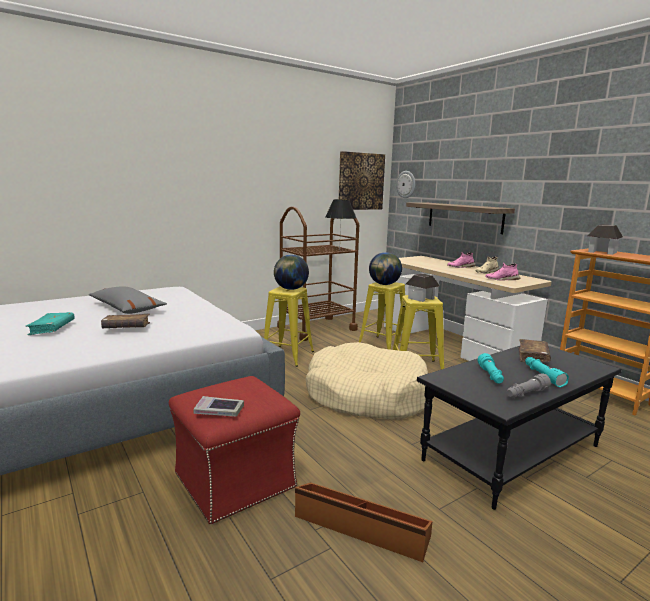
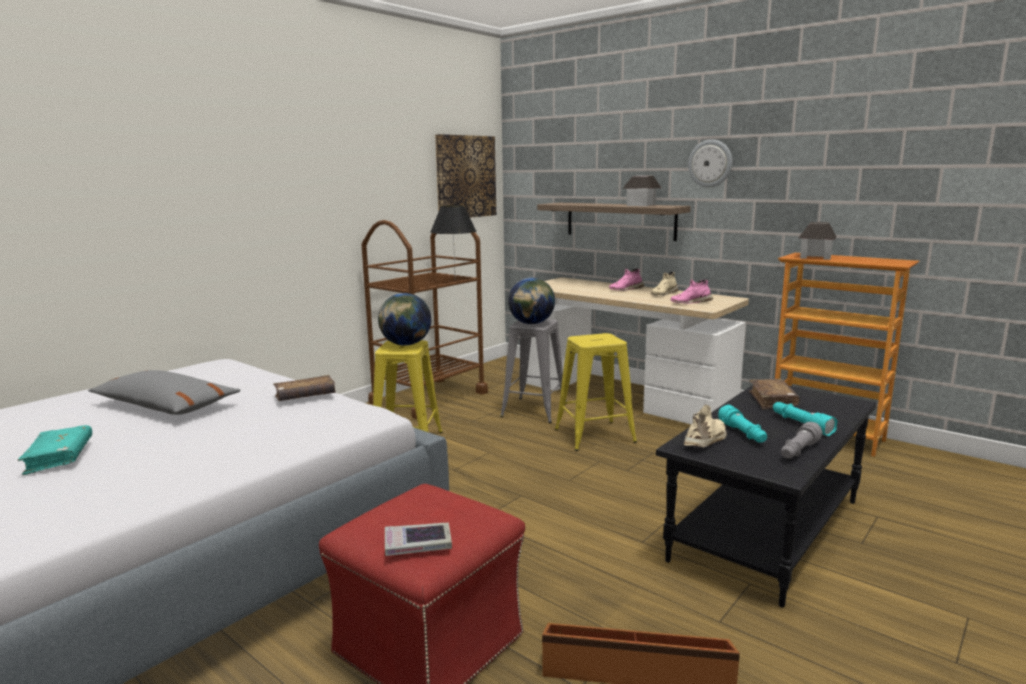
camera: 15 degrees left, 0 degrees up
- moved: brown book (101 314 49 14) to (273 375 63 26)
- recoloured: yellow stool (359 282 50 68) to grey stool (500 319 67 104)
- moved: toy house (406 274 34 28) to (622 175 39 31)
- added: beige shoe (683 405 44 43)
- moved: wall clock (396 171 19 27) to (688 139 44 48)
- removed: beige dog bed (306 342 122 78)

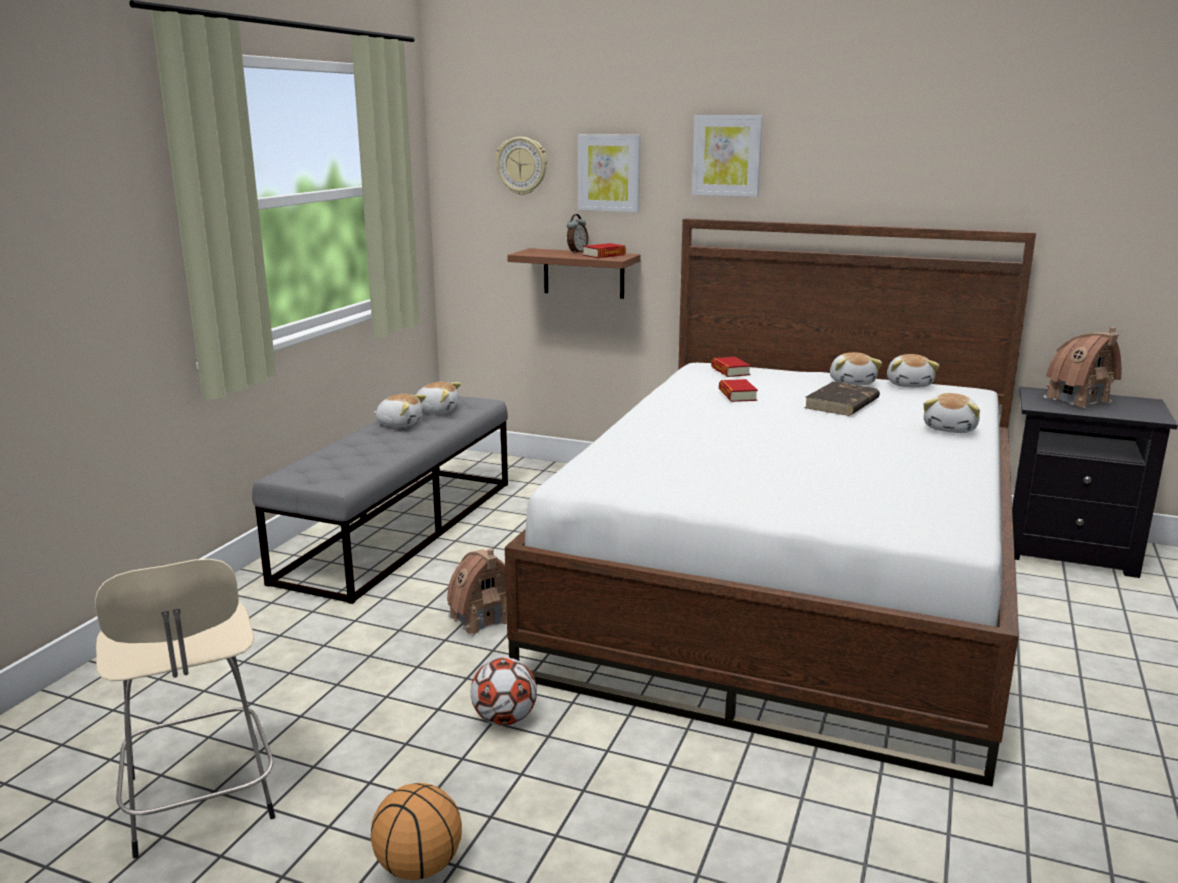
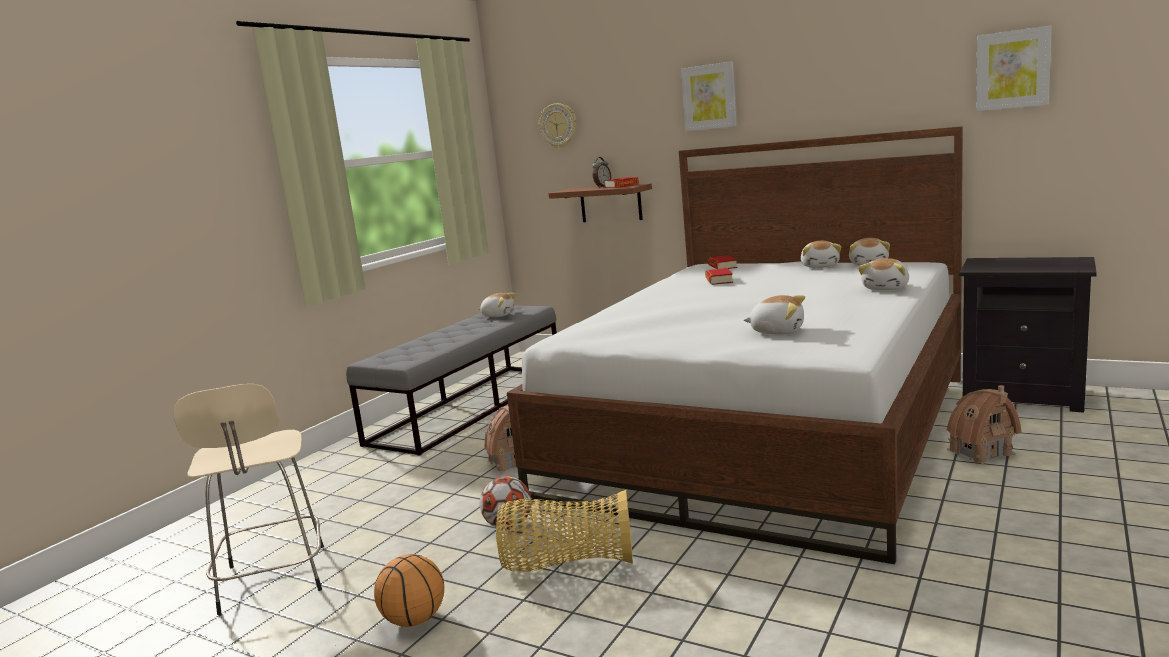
camera: 10 degrees right, 5 degrees down
- added: basket (496 490 137 82)
- moved: plush toy (373 394 53 33) to (743 295 62 40)
- moved: toy house (1043 327 79 81) to (947 385 75 80)
- moved: picture (578 134 63 78) to (976 26 75 86)
- removed: brown book (805 381 75 35)

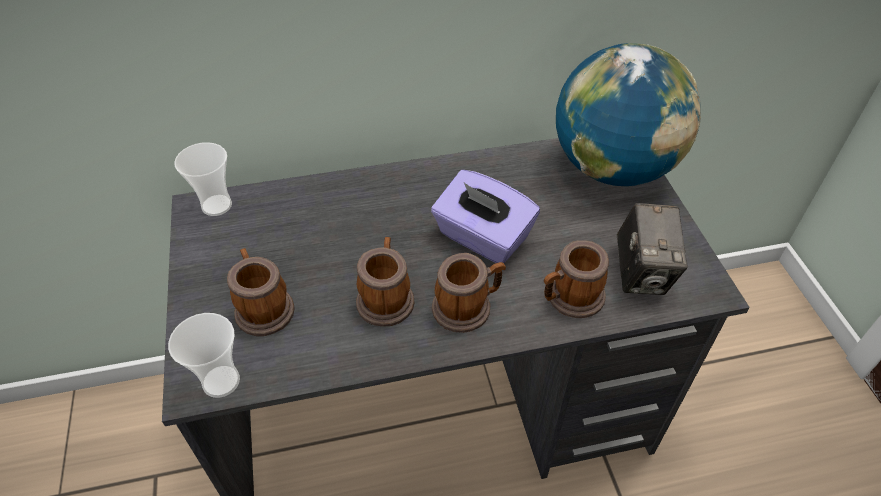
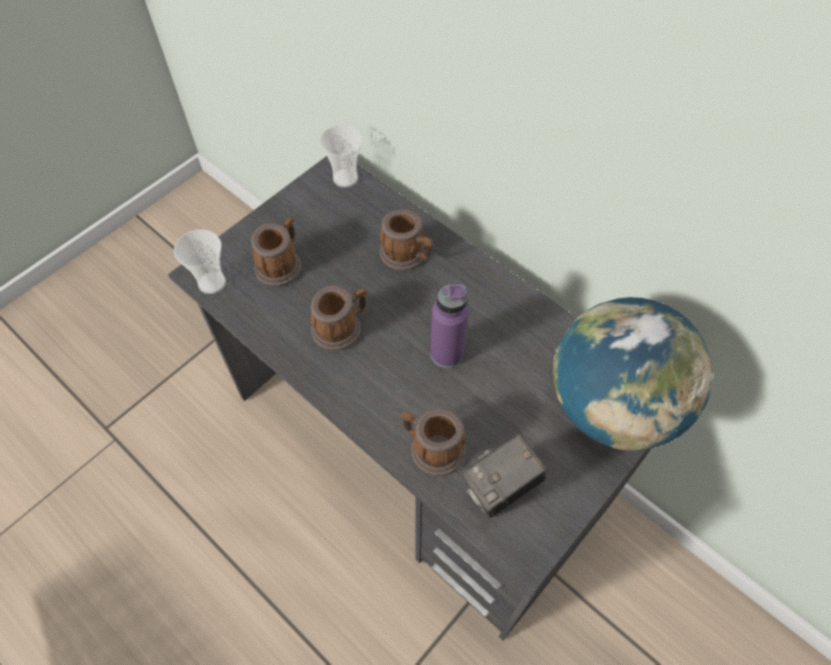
camera: 55 degrees right, 10 degrees up
- moved: mug (432 253 74 80) to (380 209 53 62)
- replaced: purple tissue box (431 170 109 93) to purple bottle (430 284 38 84)

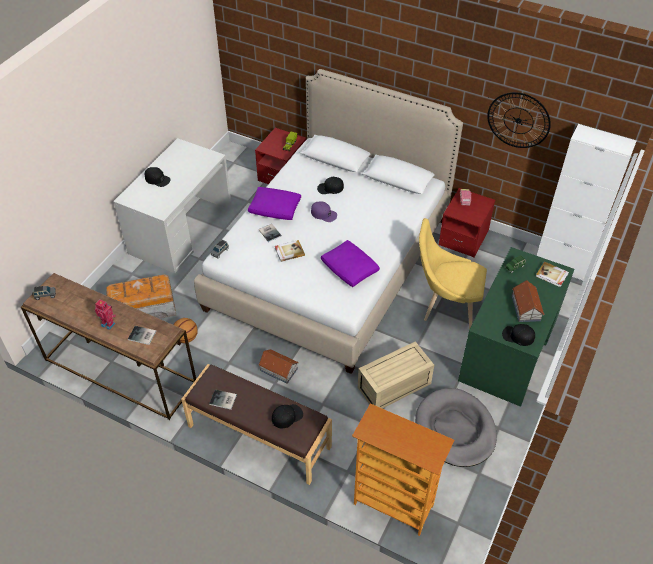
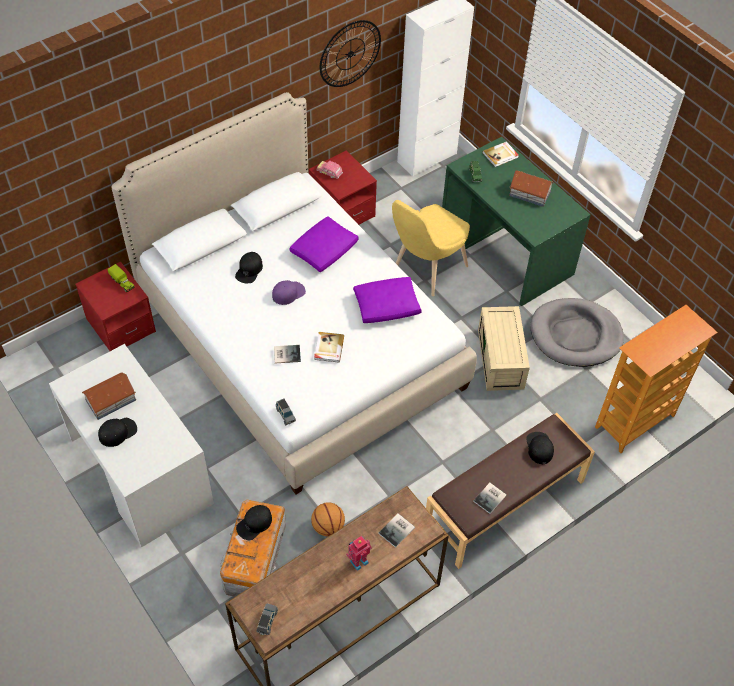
camera: 65 degrees left, 5 degrees up
- moved: toy house (258 349 41 35) to (82 372 54 48)
- moved: black cap (502 324 33 22) to (236 505 36 35)
- moved: purple pillow (248 187 53 33) to (289 217 70 55)

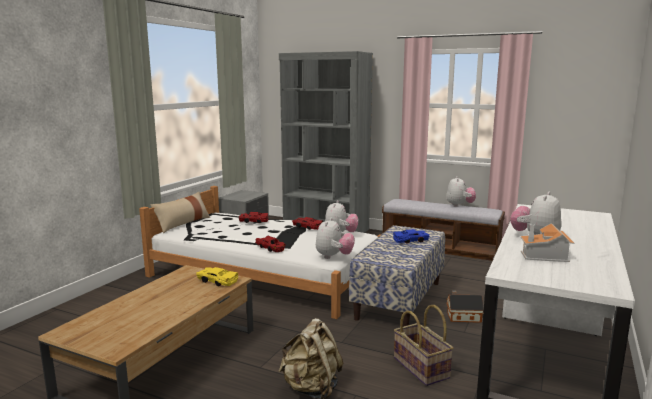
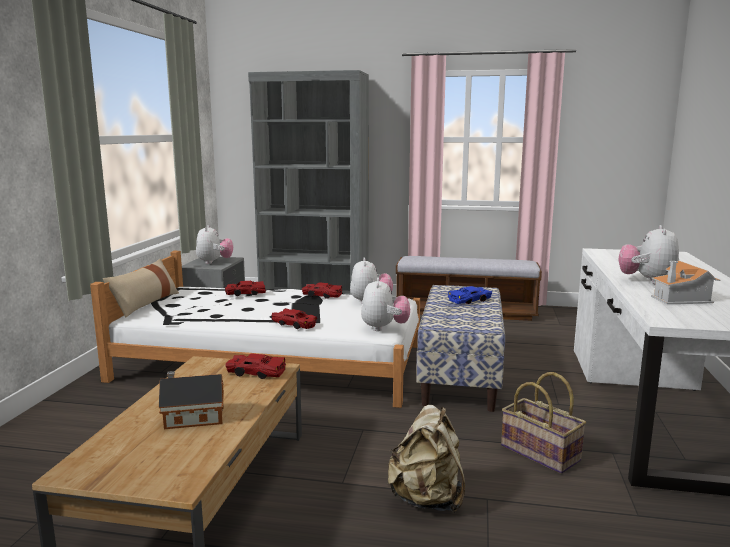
camera: 15 degrees left, 0 degrees up
- moved: toy house (446 291 38 32) to (159 371 65 58)
- moved: plush toy (446 176 30 31) to (196 225 37 39)
- recoloured: yellow toy car (196 267 42 19) to red toy car (226 353 60 26)

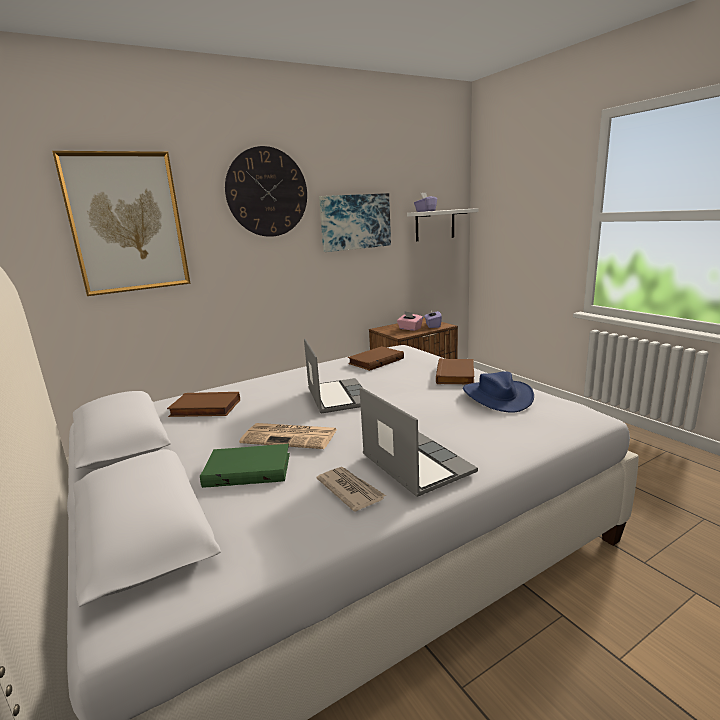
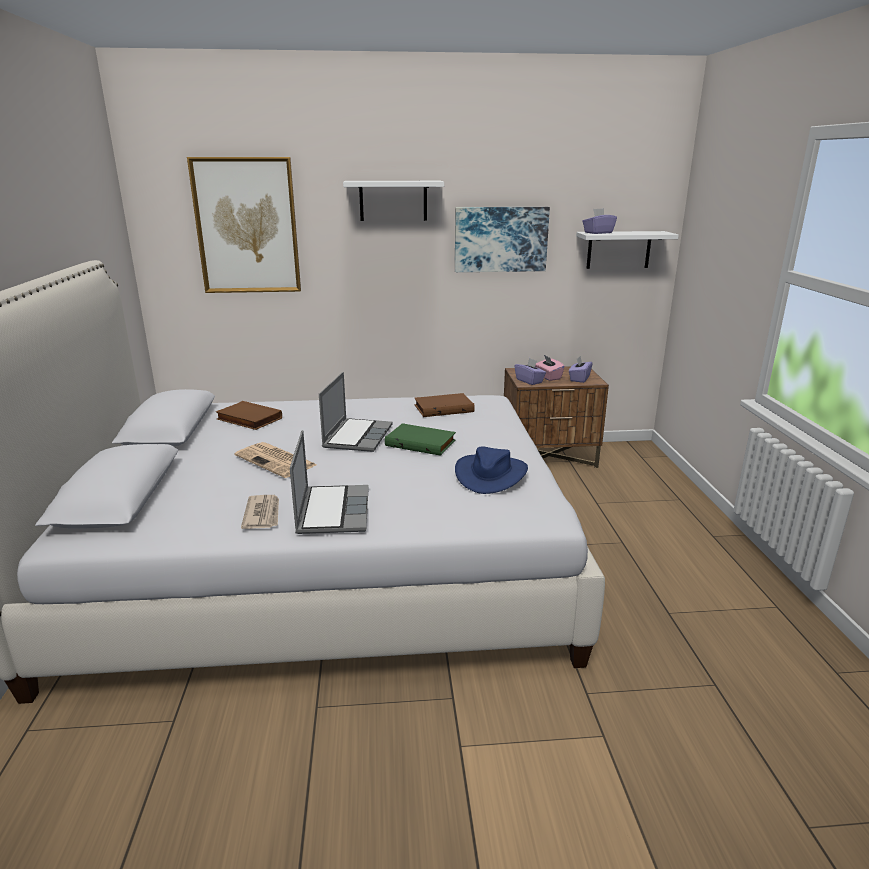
camera: 25 degrees right, 5 degrees up
- replaced: wall clock (225 146 82 91) to white shelf (343 181 101 40)
- moved: green book (200 444 90 44) to (385 423 71 33)
- added: purple tissue box (514 358 32 27)
- removed: brown book (436 358 38 26)

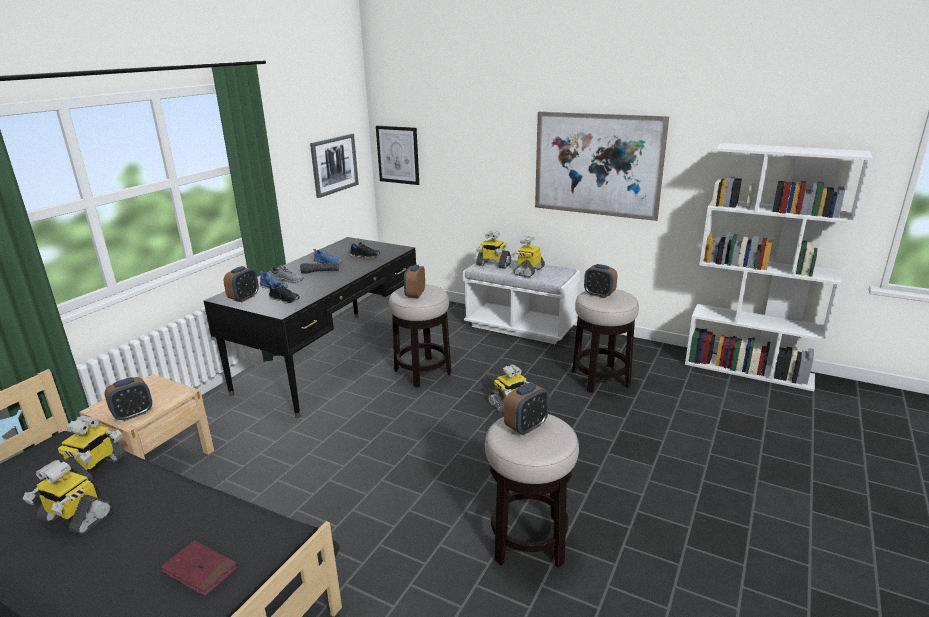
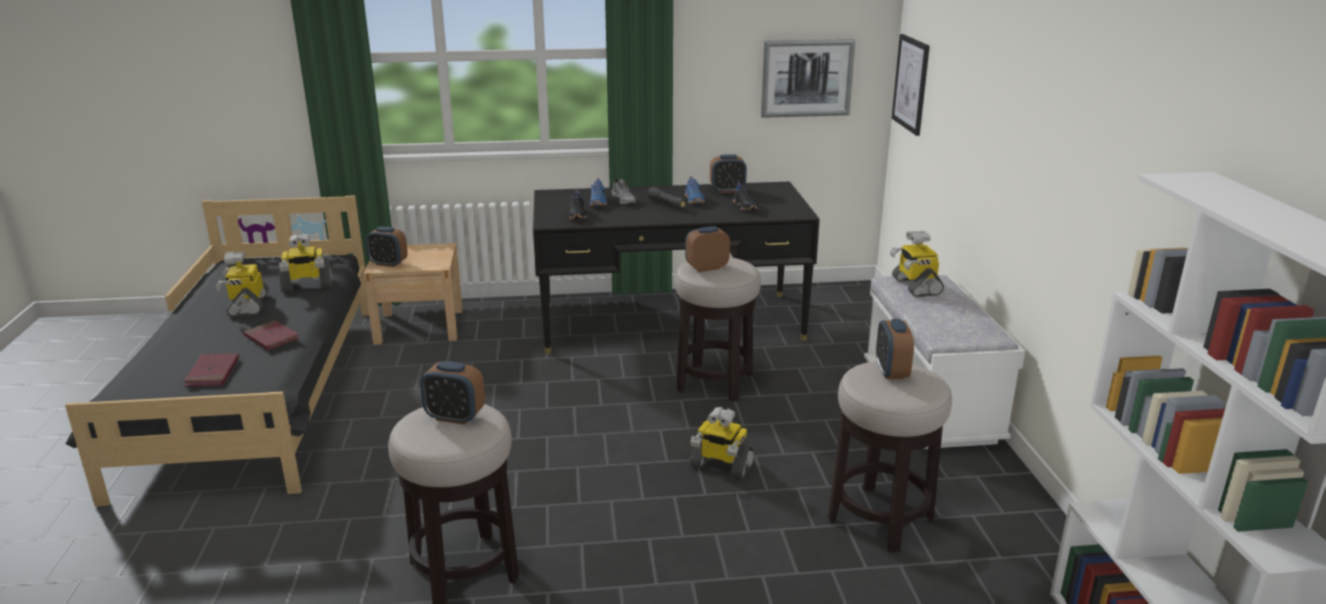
camera: 55 degrees right, 0 degrees up
- added: red book (243 320 57 30)
- moved: alarm clock (224 266 35 36) to (710 154 37 39)
- removed: toy robot (511 236 34 41)
- removed: picture (535 112 134 109)

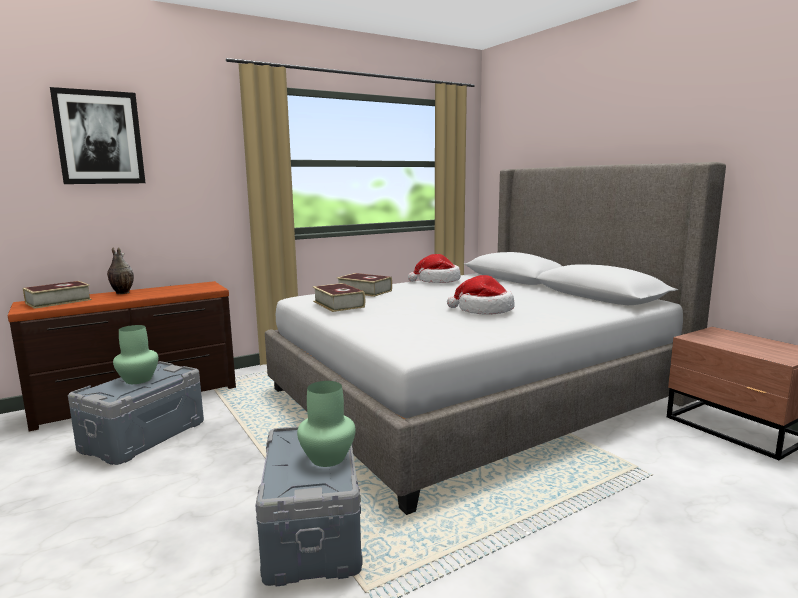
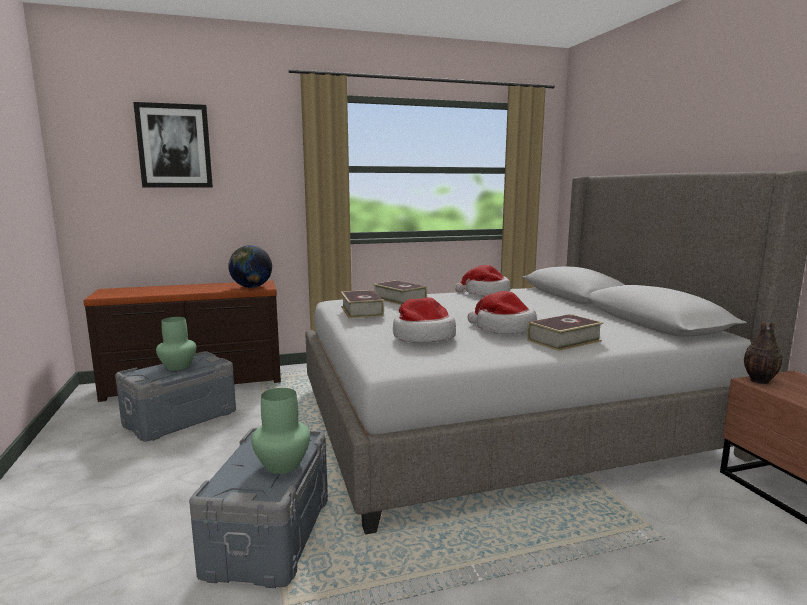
camera: 15 degrees right, 0 degrees up
- added: globe (228 245 44 43)
- added: hat (393 297 63 46)
- moved: book (23 281 69 28) to (527 314 76 37)
- moved: vase (107 247 27 47) to (744 320 39 64)

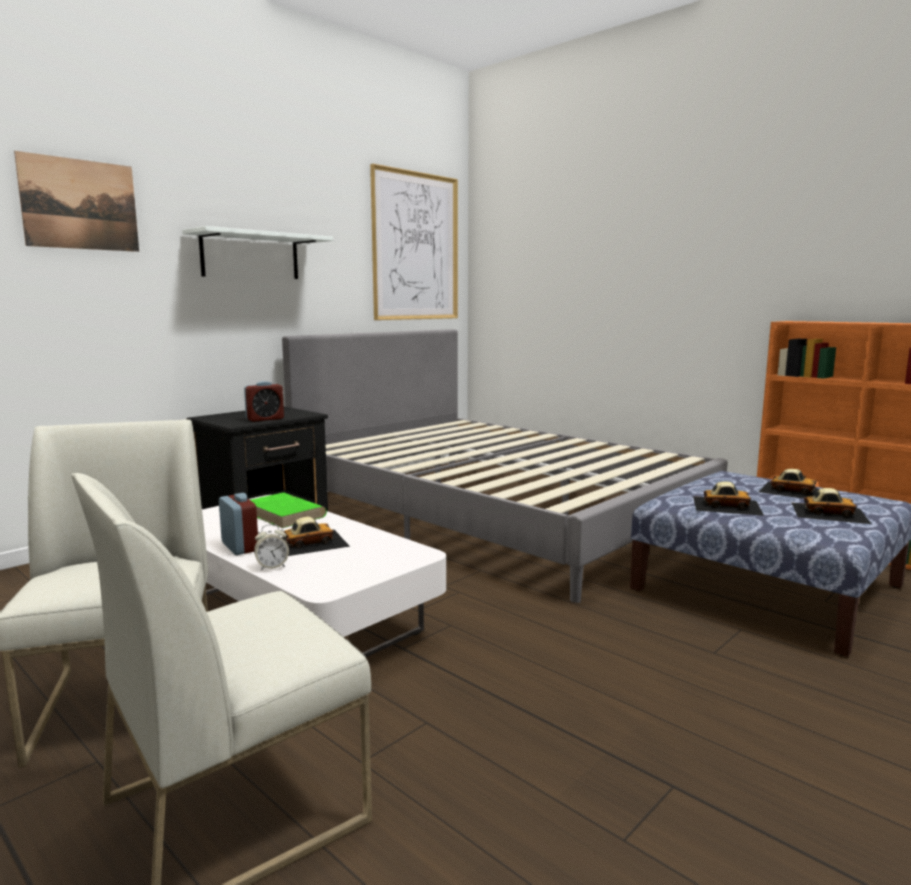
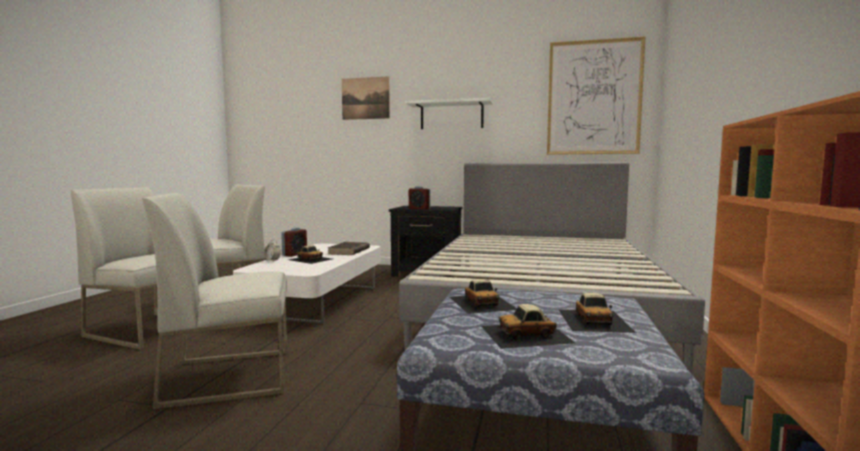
camera: 60 degrees right, 5 degrees down
- added: white chair (142 193 146 216)
- recoloured: green book (251 493 76 35) to brown book (328 242 42 13)
- turned: toy car (792 488 79 36) = (481 304 94 45) 90 degrees clockwise

